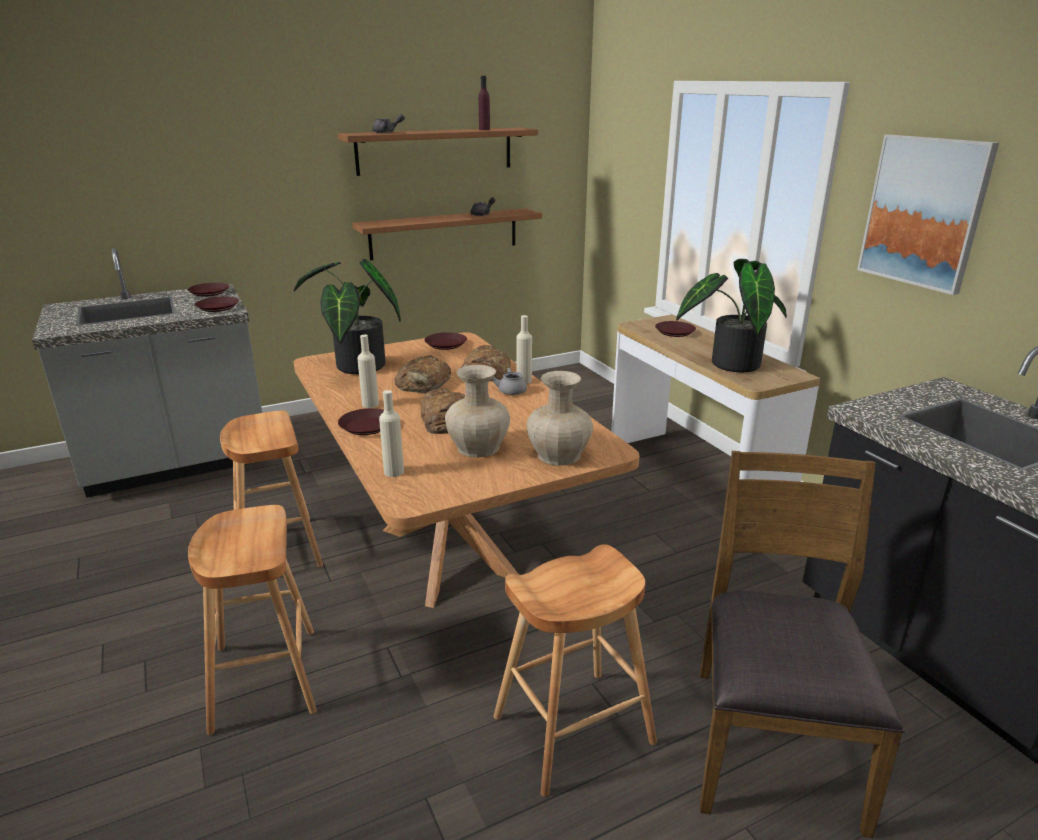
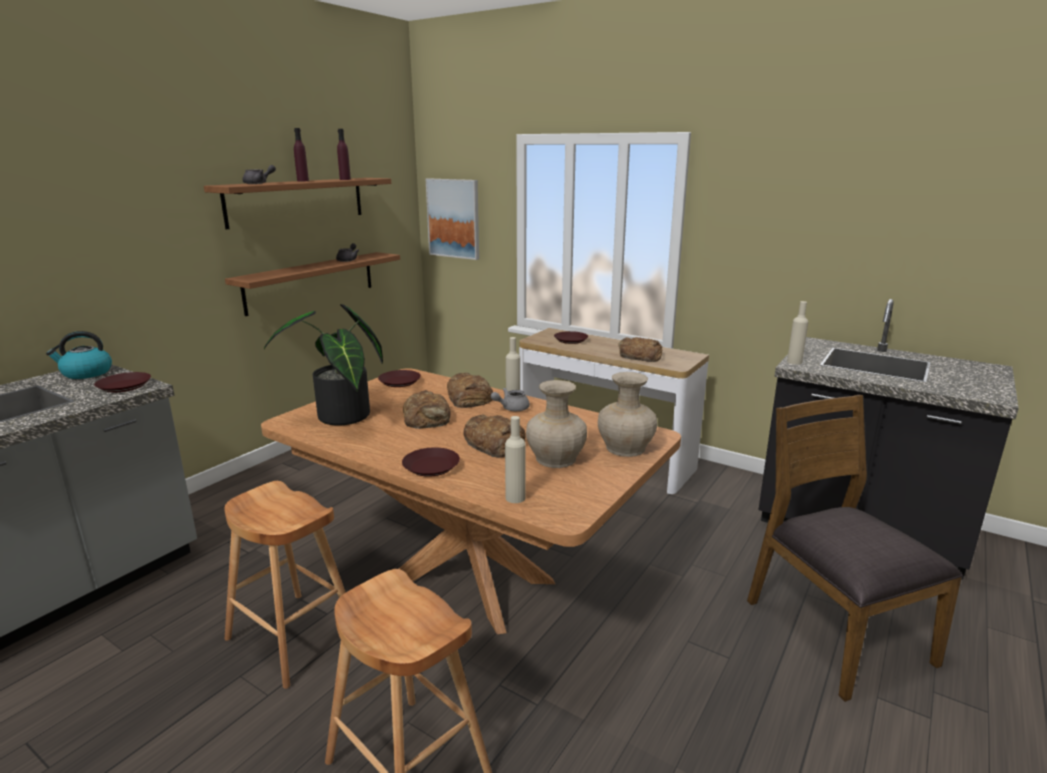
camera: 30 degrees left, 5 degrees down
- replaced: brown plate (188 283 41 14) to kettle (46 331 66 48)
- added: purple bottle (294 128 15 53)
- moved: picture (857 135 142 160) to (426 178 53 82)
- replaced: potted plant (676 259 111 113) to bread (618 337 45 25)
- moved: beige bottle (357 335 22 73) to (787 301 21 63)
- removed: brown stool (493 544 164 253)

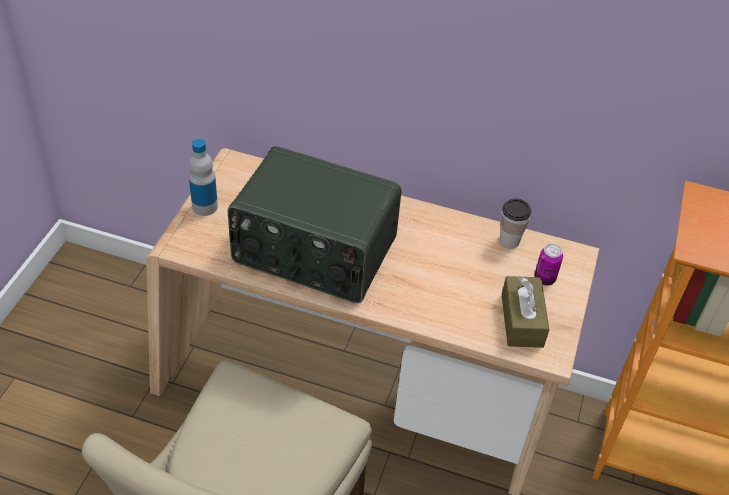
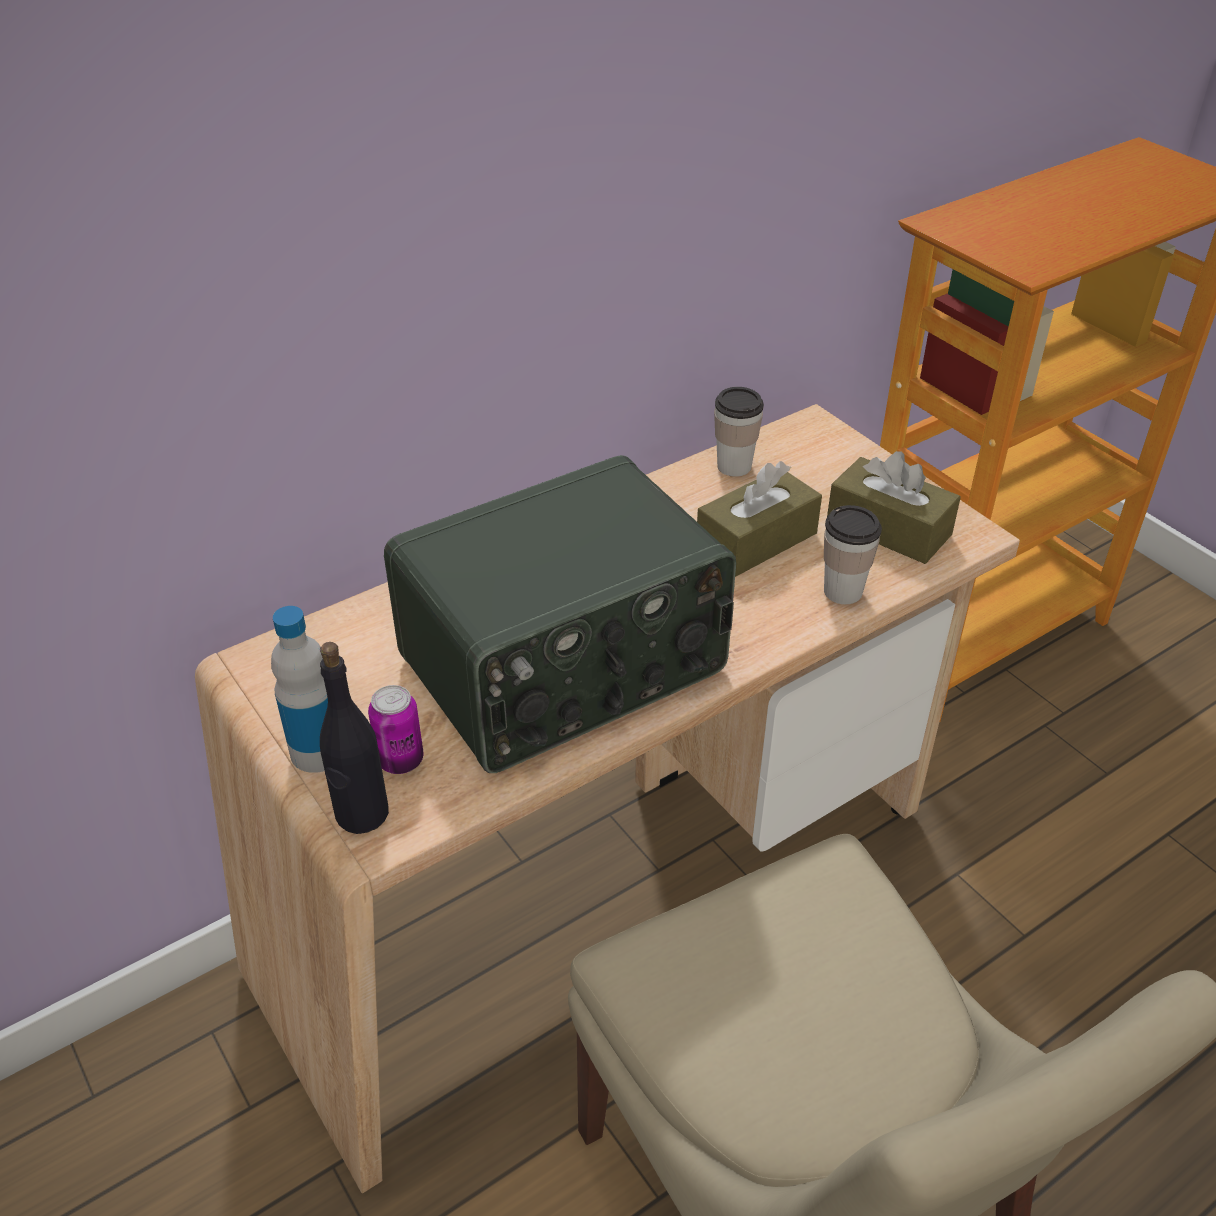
camera: 50 degrees left, 5 degrees down
- added: black bottle (320 642 69 192)
- moved: can (534 244 29 41) to (368 685 56 89)
- added: brown tissue box (697 461 125 116)
- added: cup (824 505 58 99)

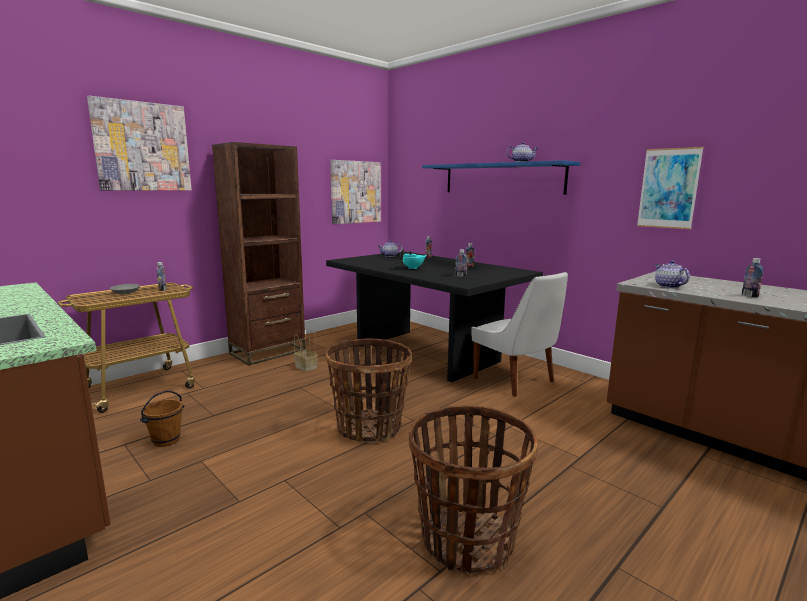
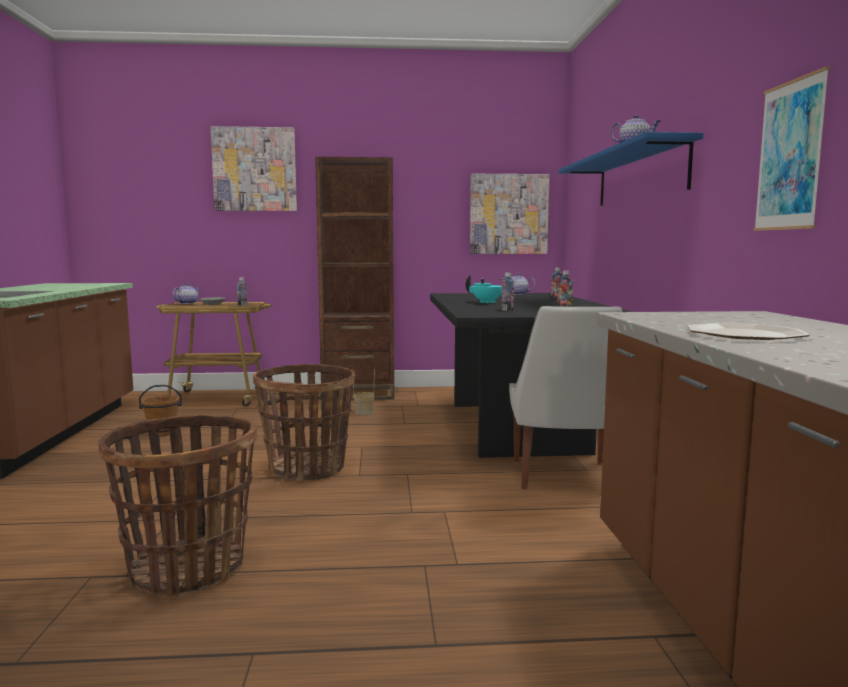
camera: 40 degrees right, 5 degrees down
- moved: teapot (655 260 35 28) to (173 283 27 21)
- replaced: bottle (742 258 22 40) to plate (687 323 123 17)

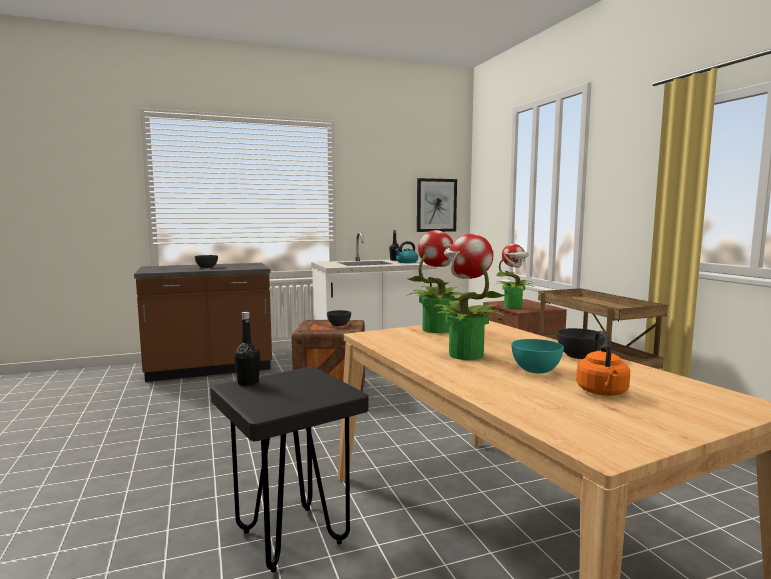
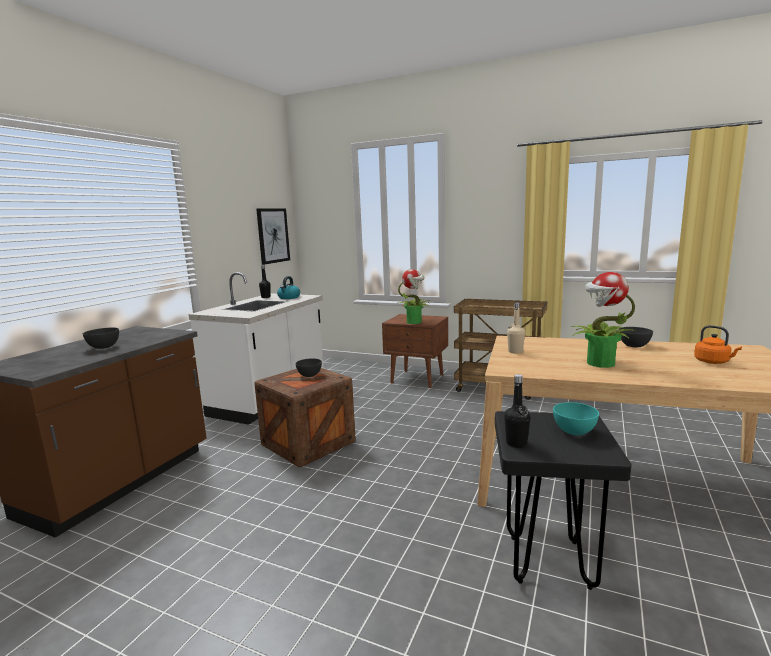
camera: 45 degrees left, 5 degrees up
- replaced: potted plant (406 230 58 103) to beige bottle (507 303 18 51)
- moved: turquoise bowl (512 339 52 35) to (553 402 46 33)

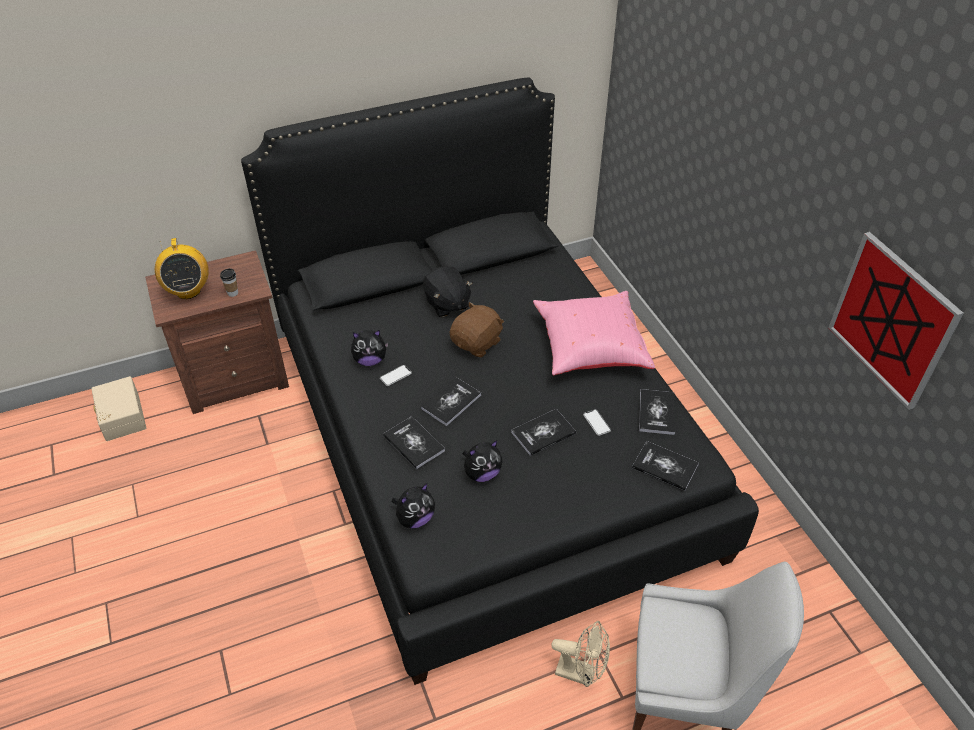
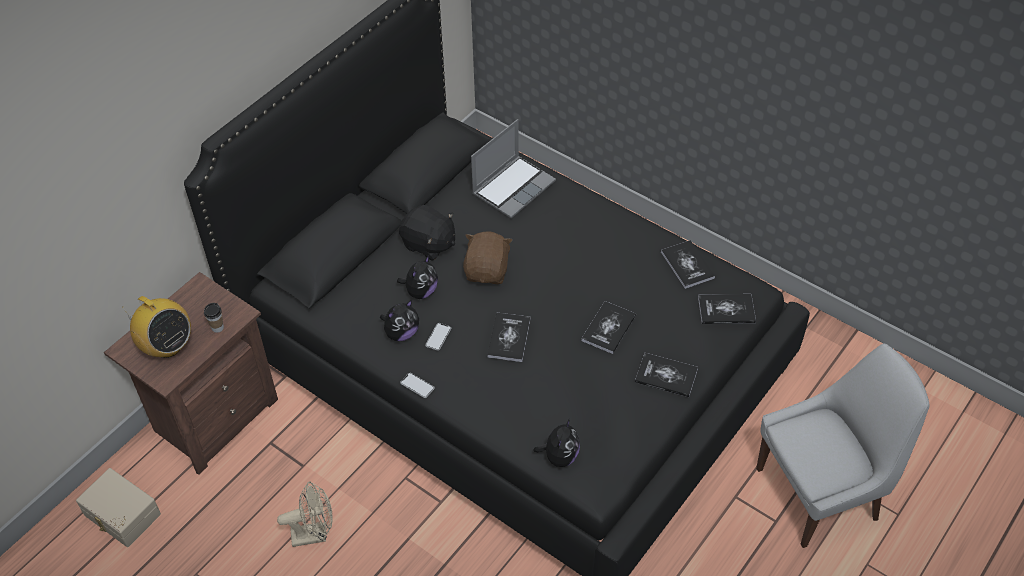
camera: 30 degrees left, 5 degrees up
- moved: beige fan (551 621 59 66) to (277 482 56 65)
- moved: plush toy (463 440 39 42) to (397 255 41 44)
- moved: phone (583 409 28 27) to (400 373 35 25)
- added: laptop (471 119 85 99)
- moved: book (383 416 62 53) to (635 353 63 44)
- removed: pink pillow (533 291 122 84)
- removed: picture (828 232 136 178)

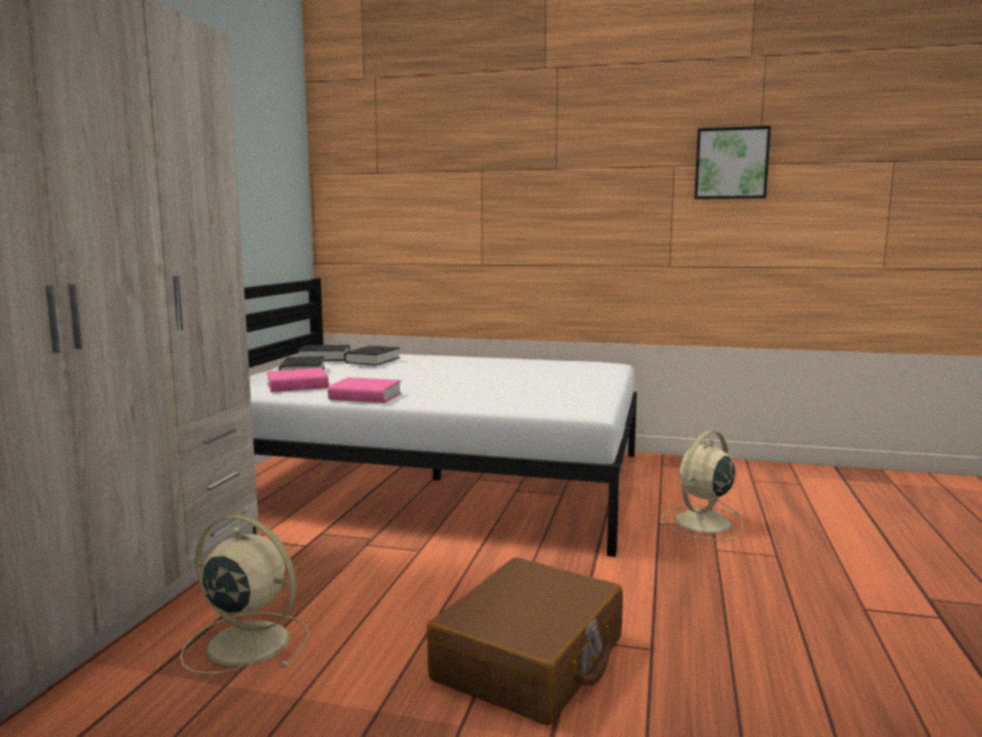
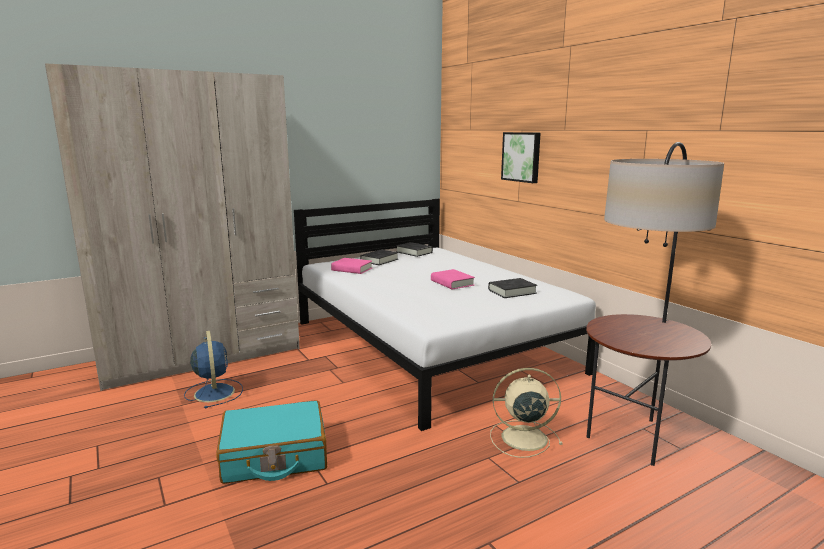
camera: 45 degrees right, 5 degrees up
- recoloured: beige fan (180 515 130 159) to blue fan (184 331 59 78)
- recoloured: brown suitcase (426 557 197 168) to turquoise suitcase (217 400 110 84)
- moved: pink book (328 377 74 26) to (431 269 44 20)
- moved: black book (344 346 56 20) to (488 278 49 20)
- moved: picture (694 126 77 73) to (501 132 40 51)
- added: floor lamp (586 142 138 324)

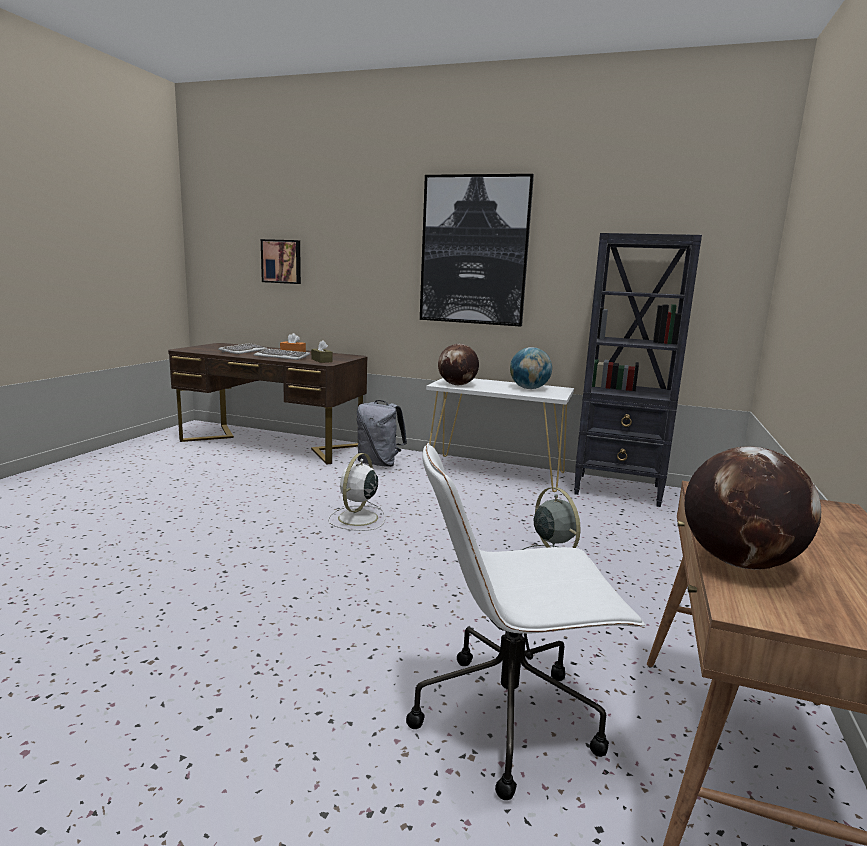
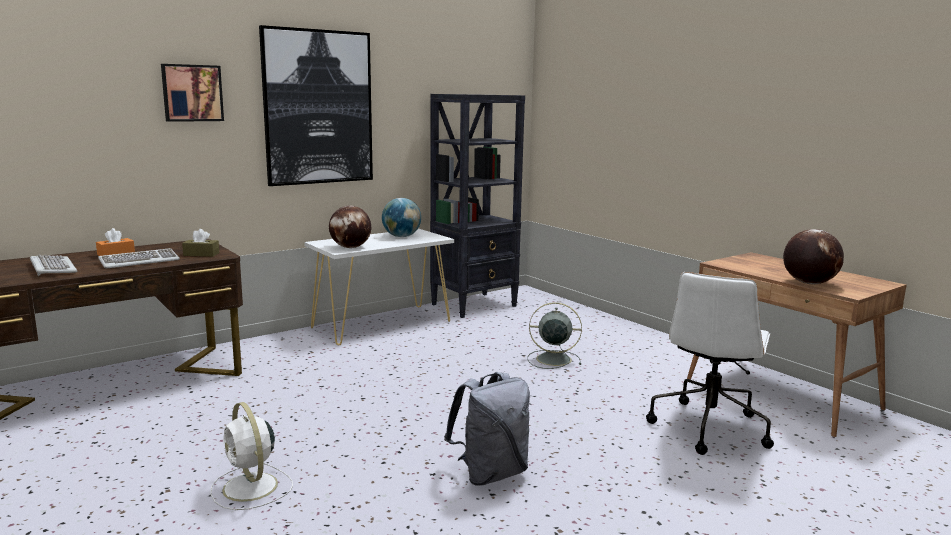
camera: 55 degrees left, 0 degrees up
- moved: picture (261 239 40 45) to (161 64 63 58)
- moved: white fan (328 453 57 78) to (210 402 83 108)
- moved: grey backpack (357 400 50 67) to (444 372 86 114)

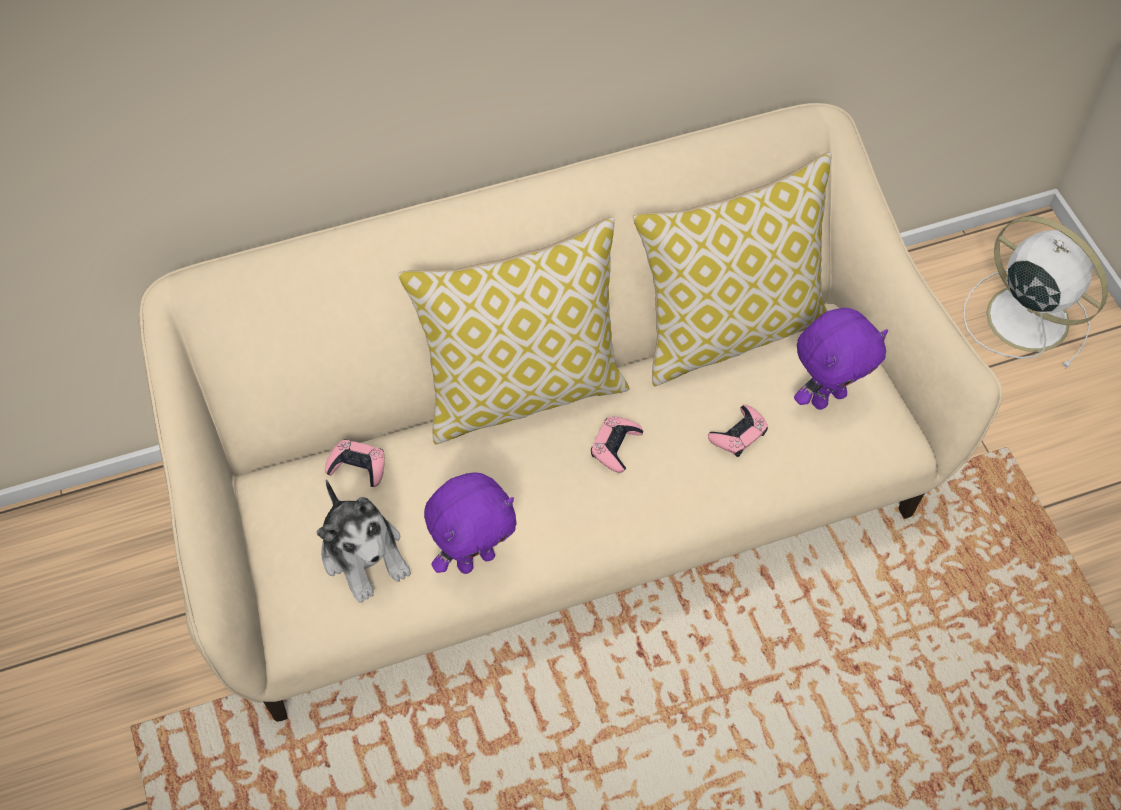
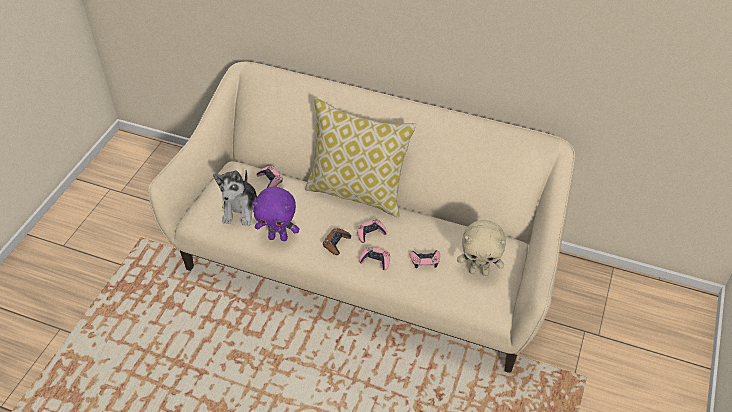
camera: 40 degrees right, 10 degrees down
- added: brown game controller (323 228 28 27)
- added: pink game controller (359 246 31 24)
- recoloured: purple plush toy (794 308 94 102) to beige plush toy (457 220 49 56)
- removed: pillow (633 152 199 234)
- removed: white fan (963 216 145 152)

